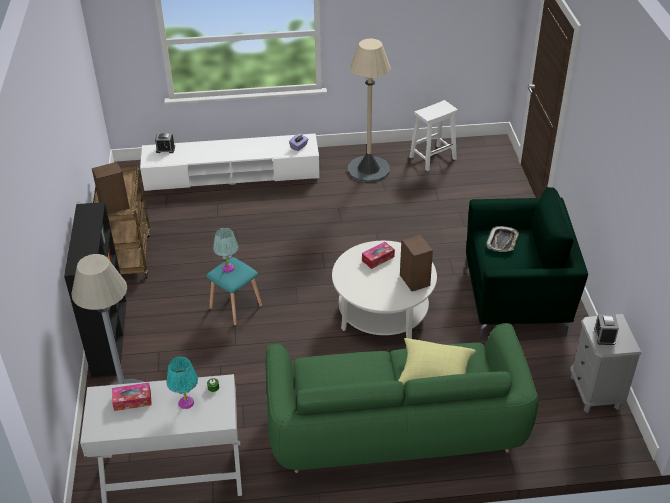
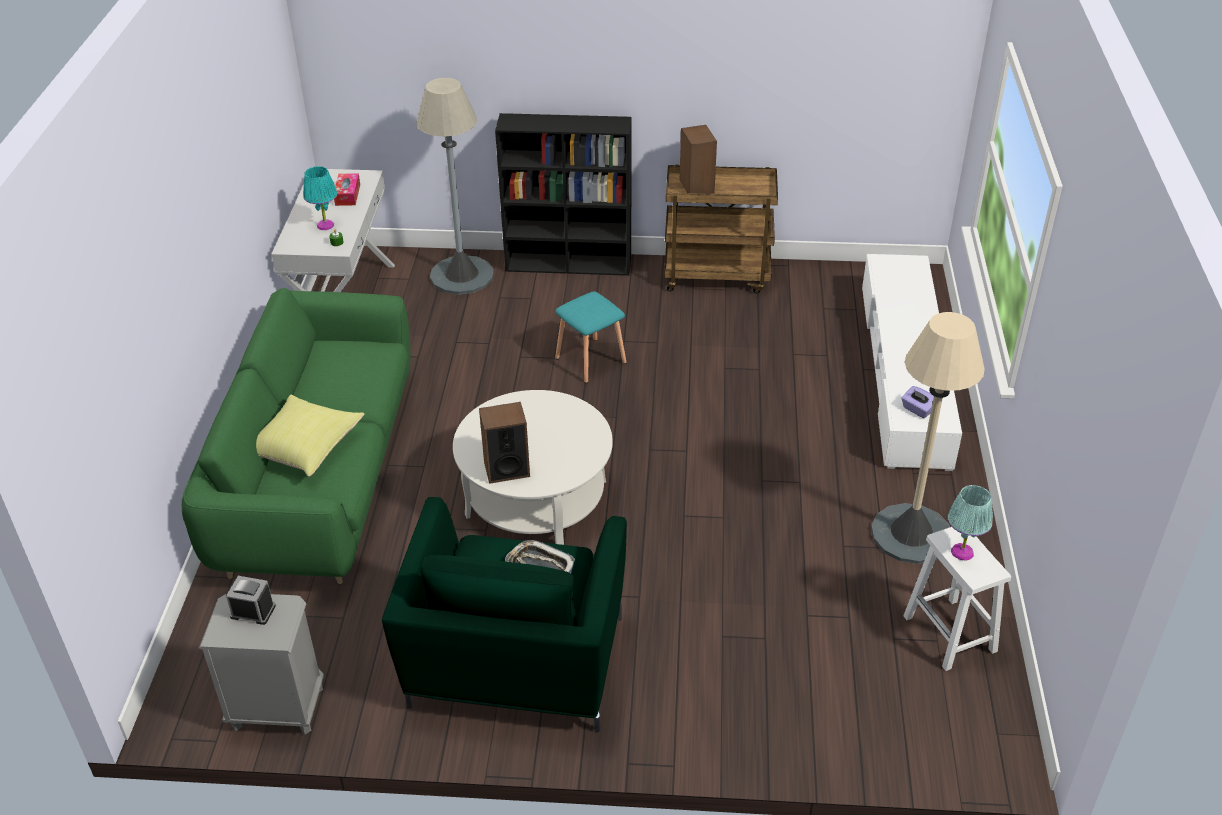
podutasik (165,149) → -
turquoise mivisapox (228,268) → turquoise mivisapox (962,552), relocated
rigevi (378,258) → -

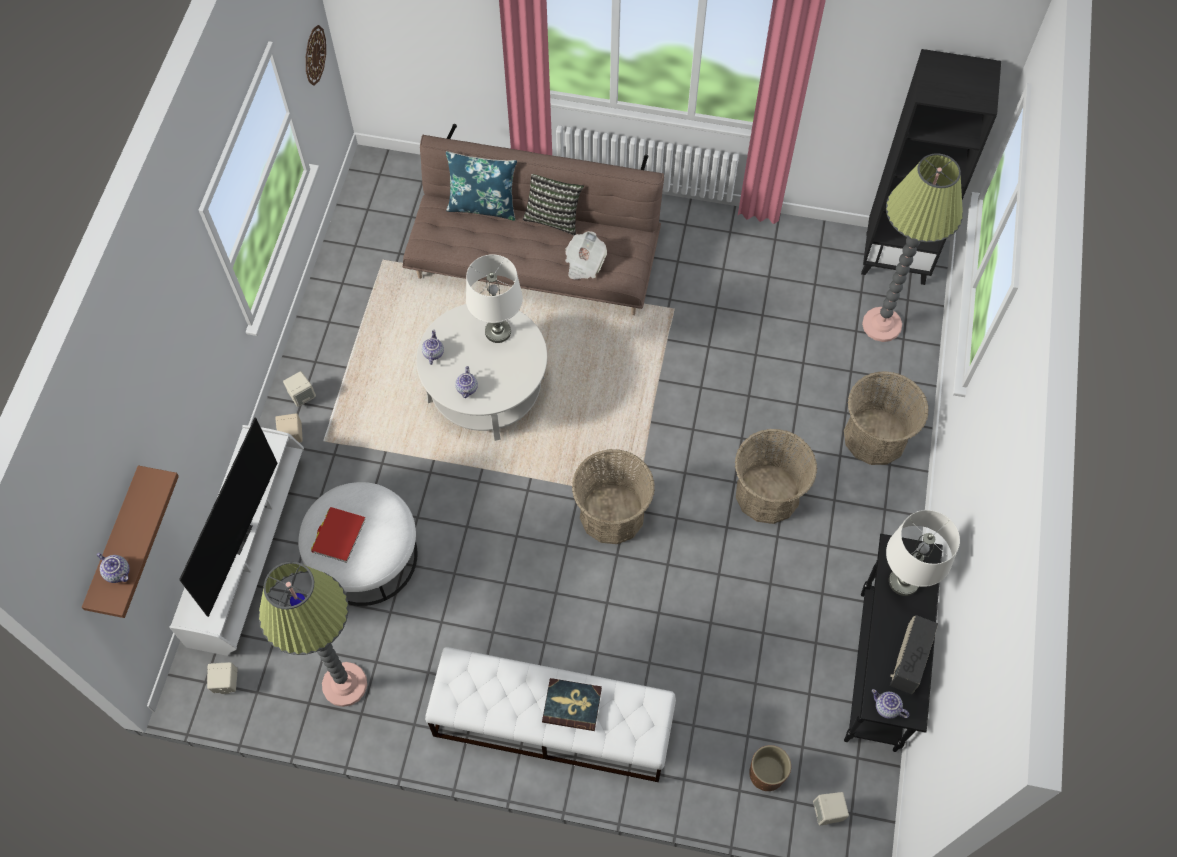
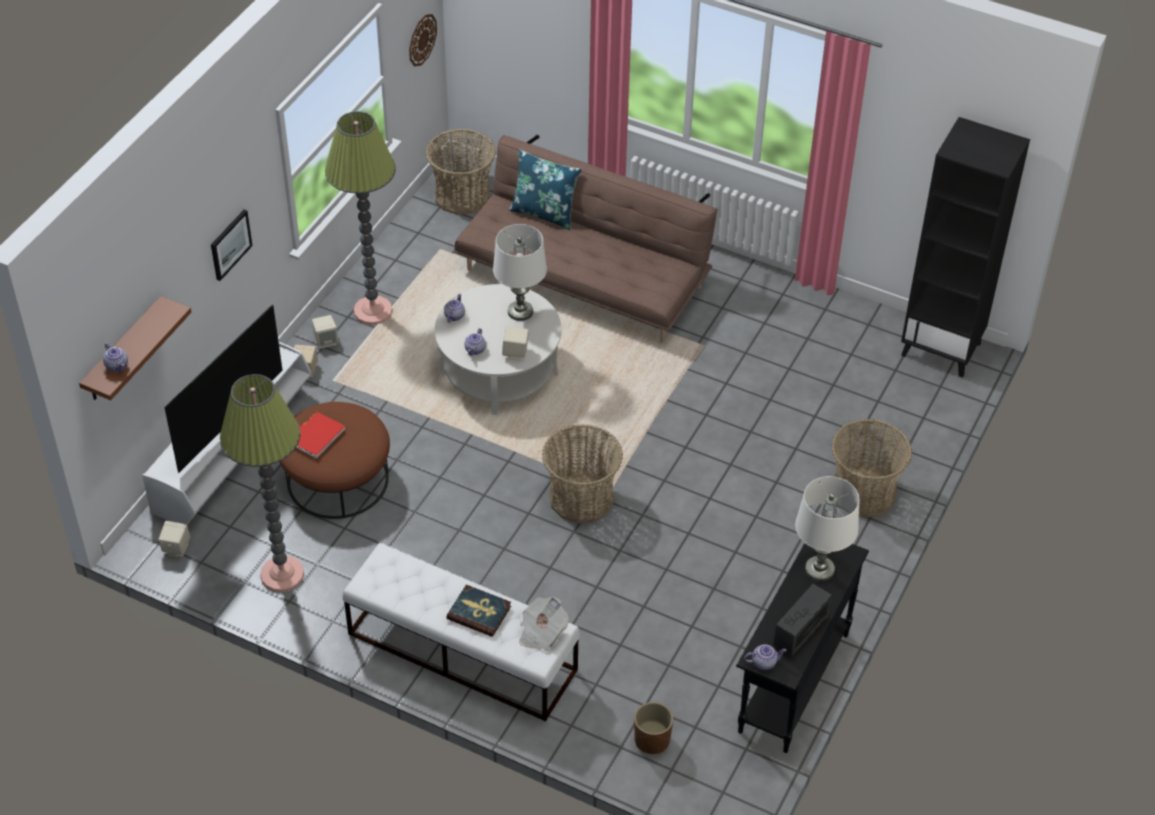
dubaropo (882,325) → dubaropo (373,311), relocated
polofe (553,217) → -
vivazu (584,263) → vivazu (541,632), relocated
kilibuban (767,494) → kilibuban (462,196), relocated
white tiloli (365,556) → brown tiloli (337,479)
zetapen (886,708) → zetapen (764,662), 120 degrees clockwise
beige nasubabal (828,812) → beige nasubabal (515,353), relocated
- → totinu (230,244)

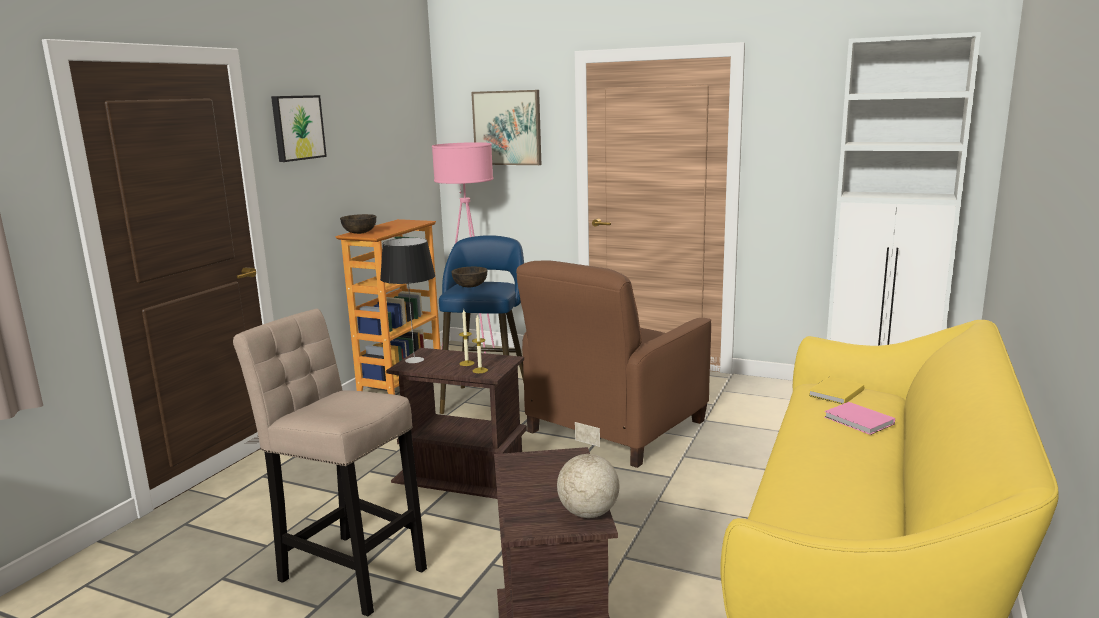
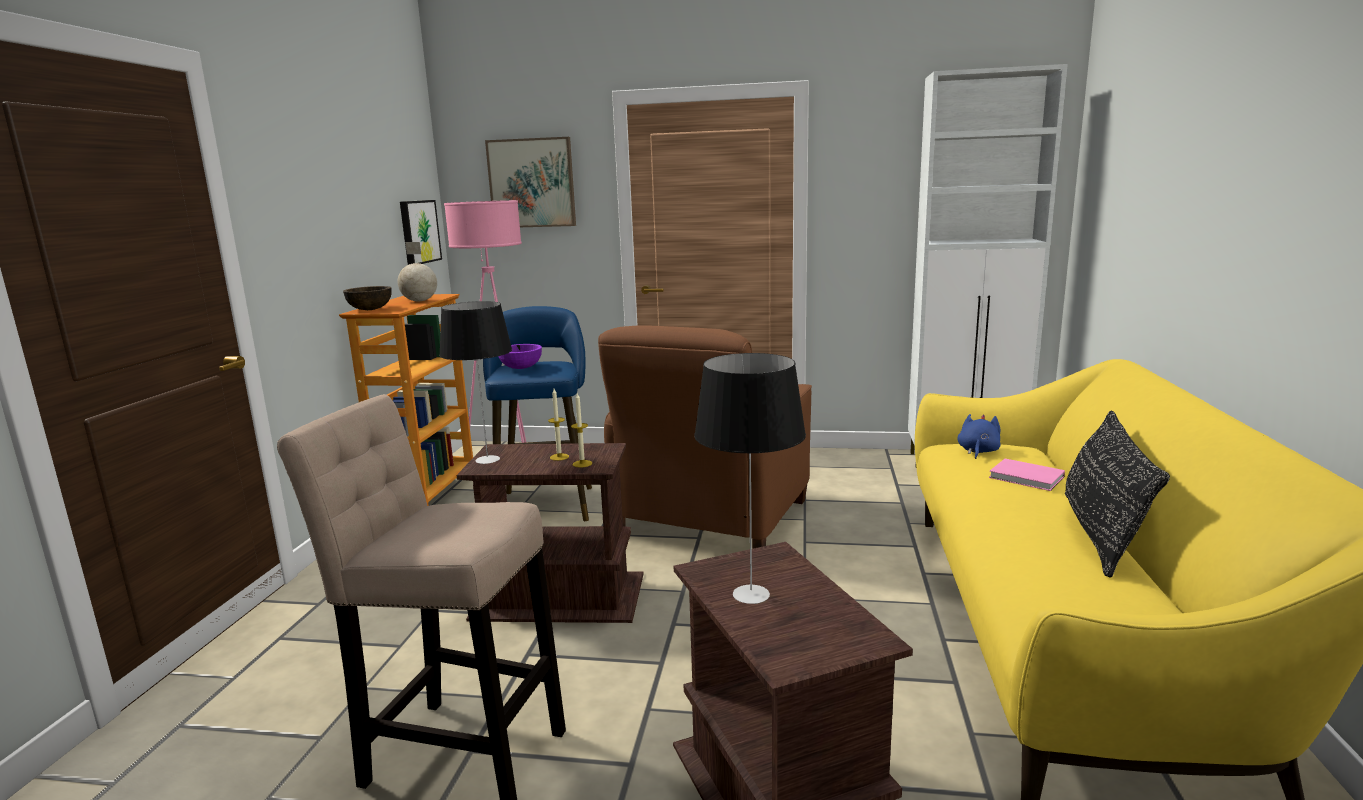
totinu (297,127) → totinu (418,232), relocated
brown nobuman (470,286) → purple nobuman (521,368)
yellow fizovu (834,393) → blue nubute (977,451)
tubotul (588,514) → tubotul (420,301), relocated
- → mivisapox (752,594)
- → black polofe (1101,533)

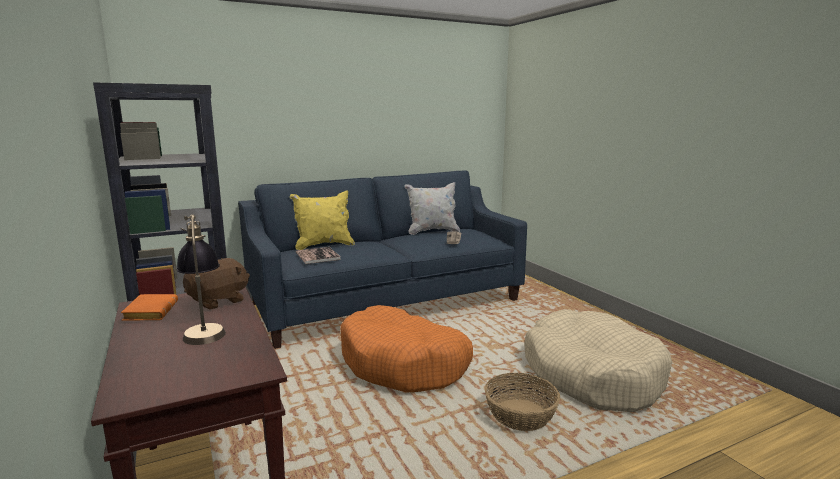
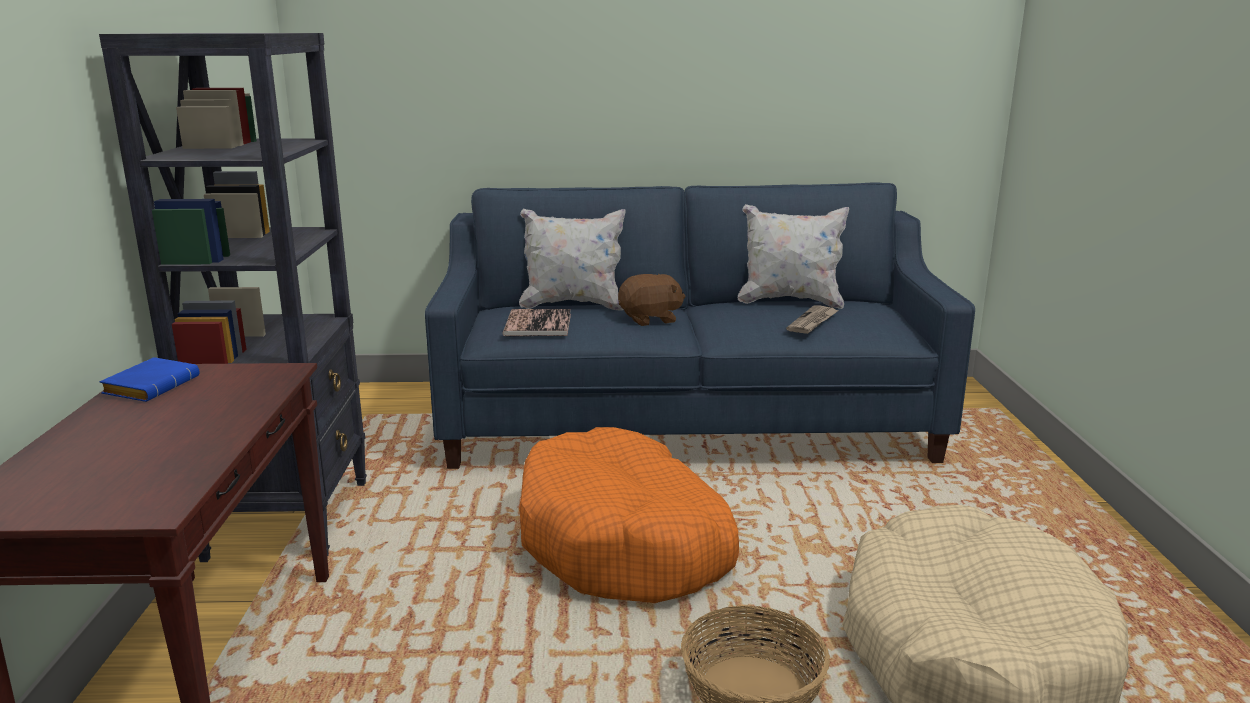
yellow polofe (323,245) → white polofe (573,305)
mivisapox (204,329) → -
brown nubute (218,301) → brown nubute (650,319), relocated
orange fizovu (150,312) → blue fizovu (152,386)

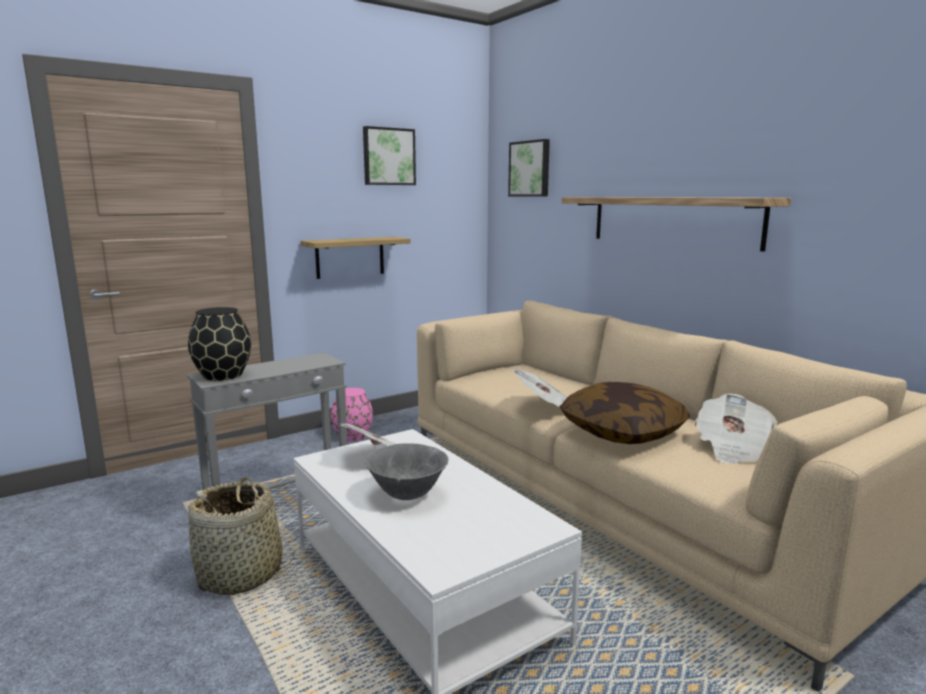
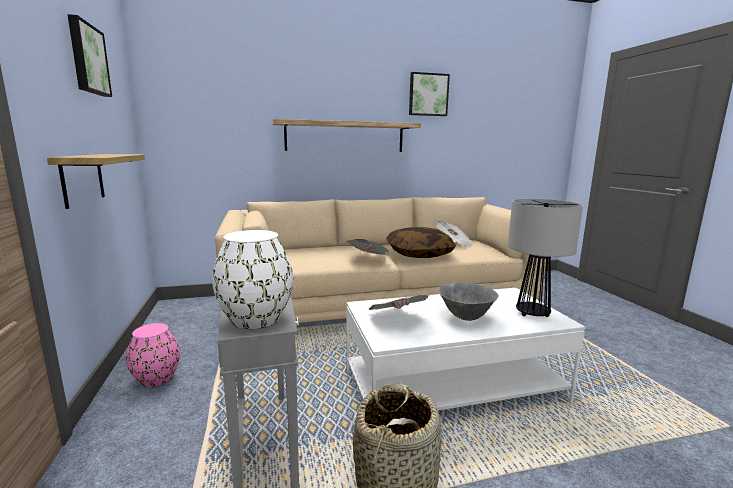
totinu (530,169) → totinu (428,95), relocated
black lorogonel (222,375) → white lorogonel (257,319)
- → mivisapox (532,313)

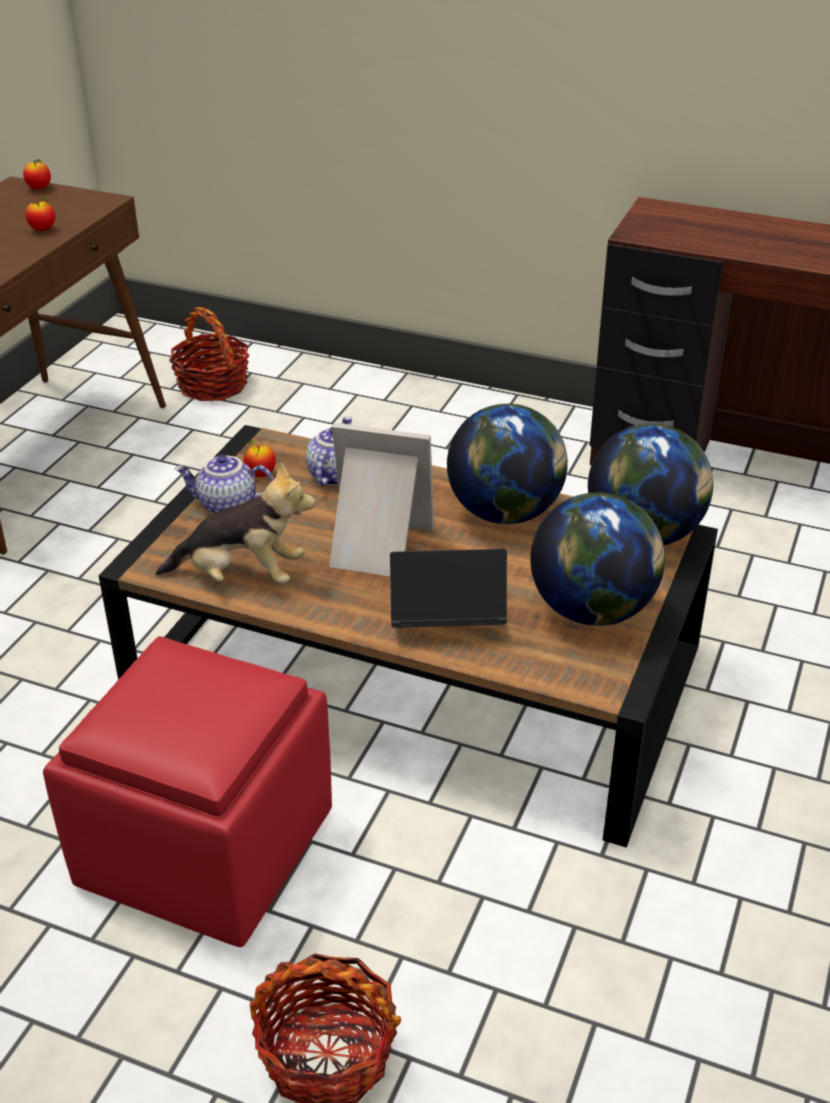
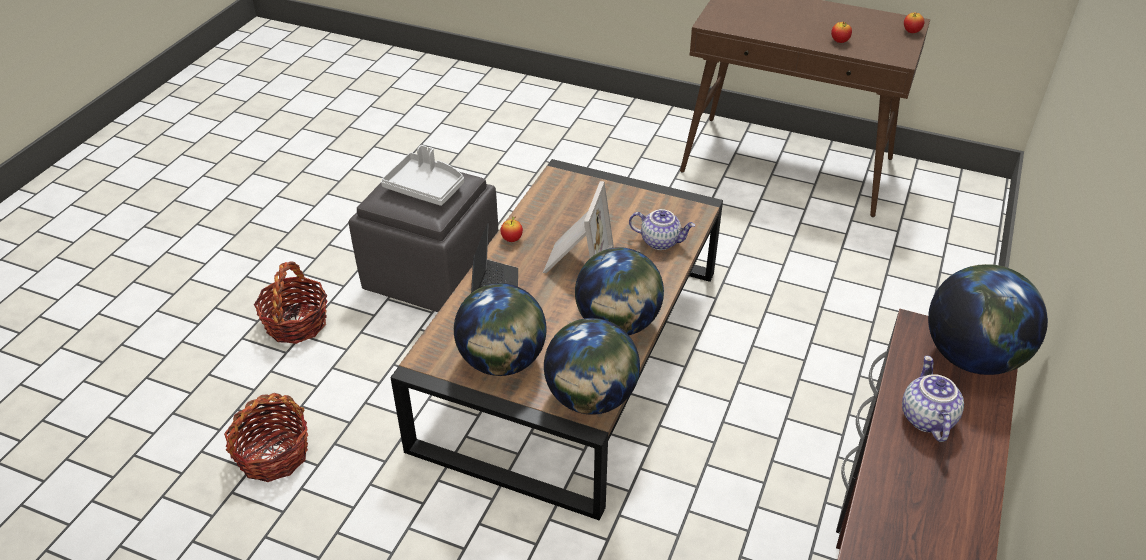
kilibuban (213,385) → kilibuban (273,455), relocated
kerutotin (260,474) → kerutotin (512,239), relocated
zetapen (226,506) → zetapen (925,418), relocated
nubute (241,576) → -
red tiloli (205,847) → grey tiloli (433,273)
- → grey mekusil (426,187)
- → tubotul (972,357)

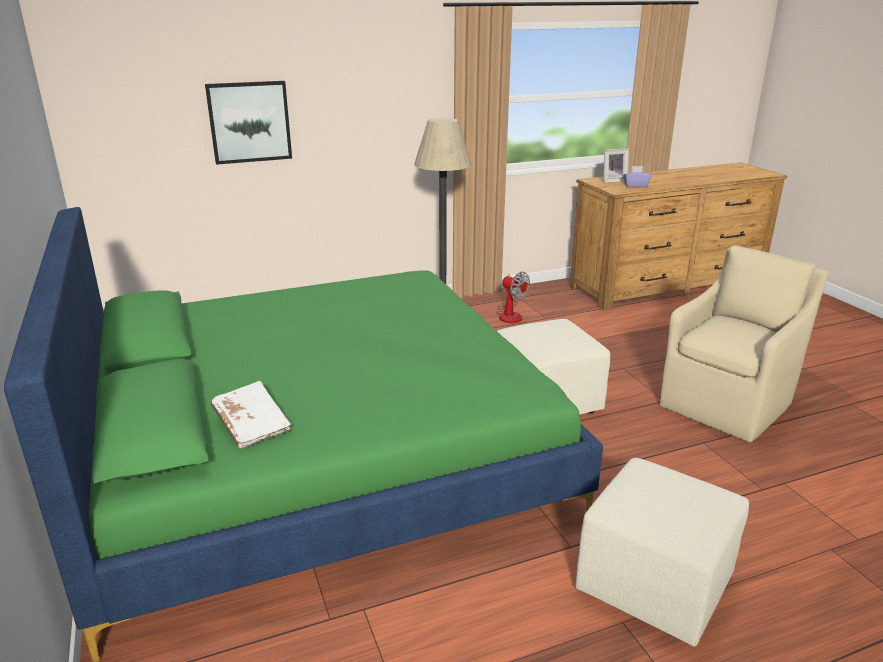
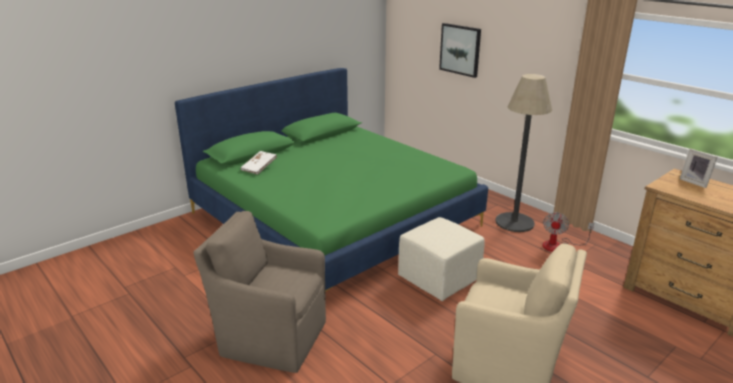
purple rigevi (635,185) → -
beige tiloli (652,585) → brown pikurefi (271,337)

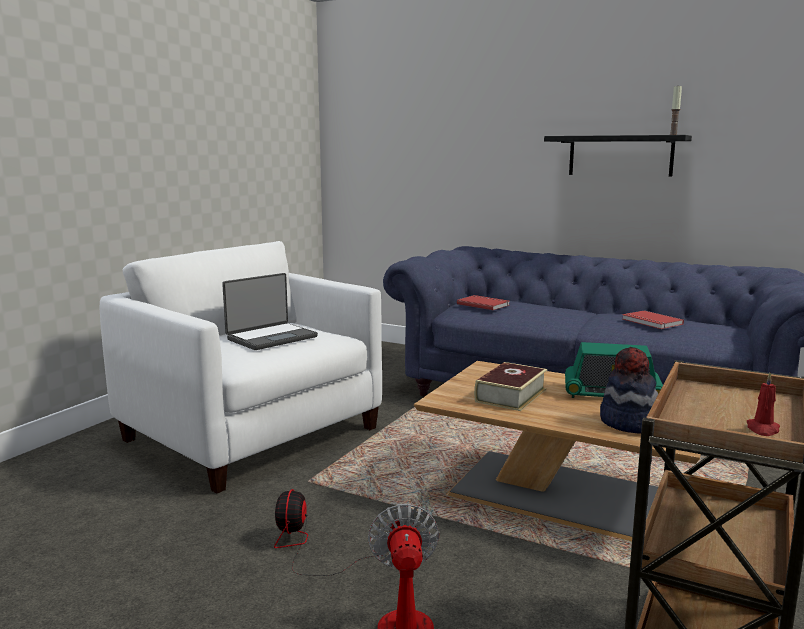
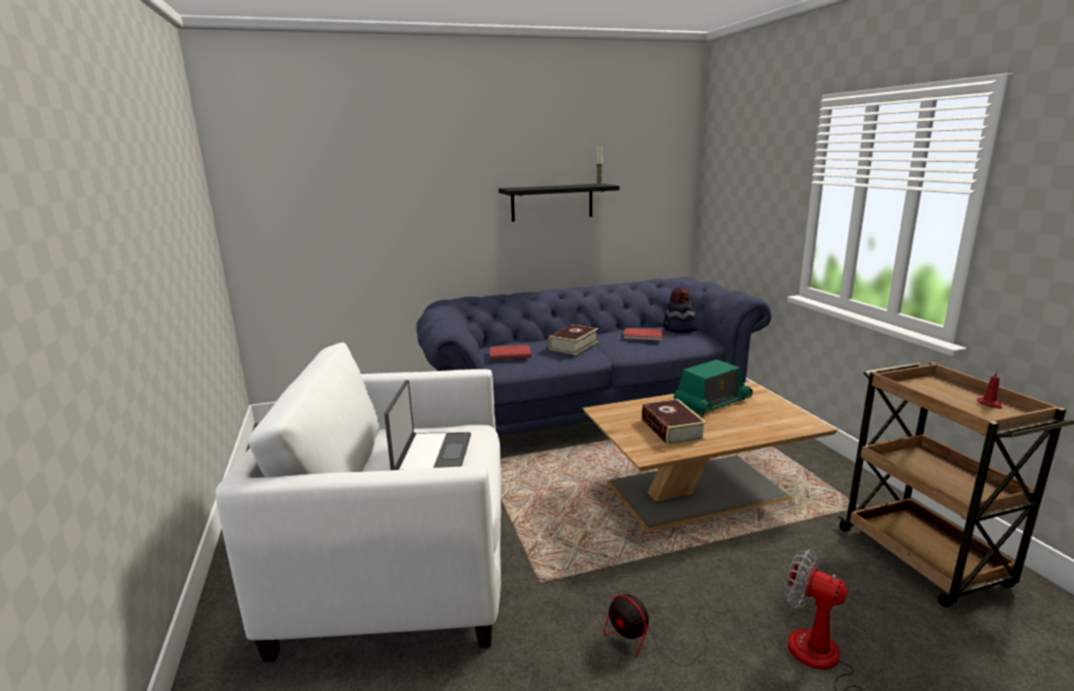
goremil (628,423) → goremil (679,329), relocated
- → fizovu (573,345)

